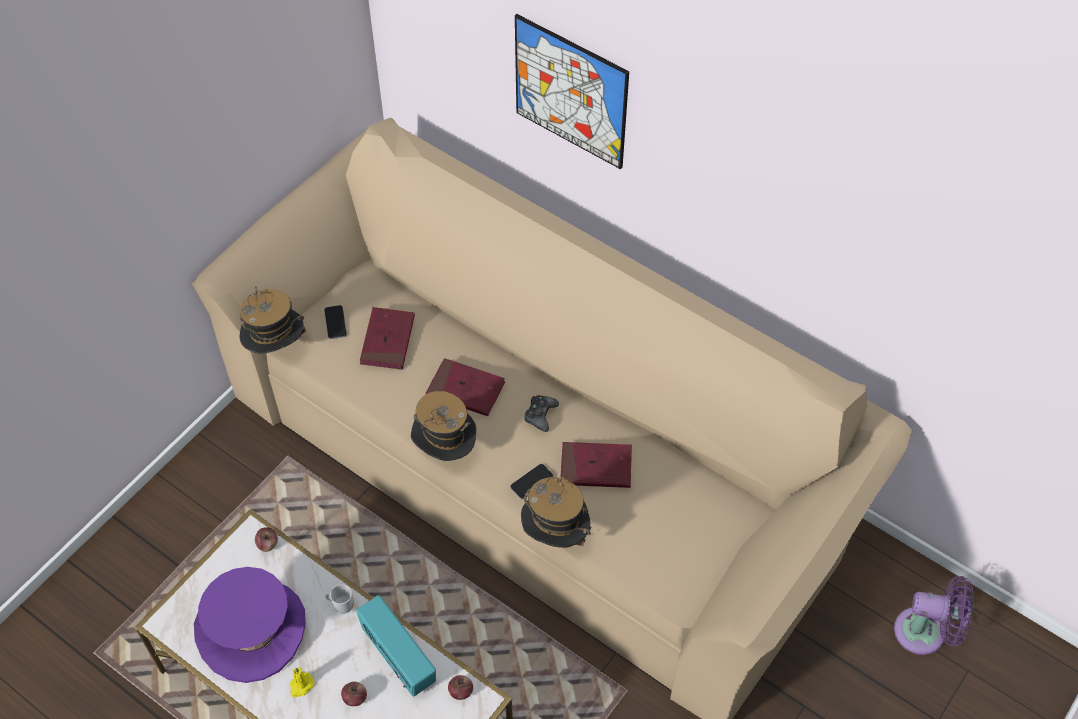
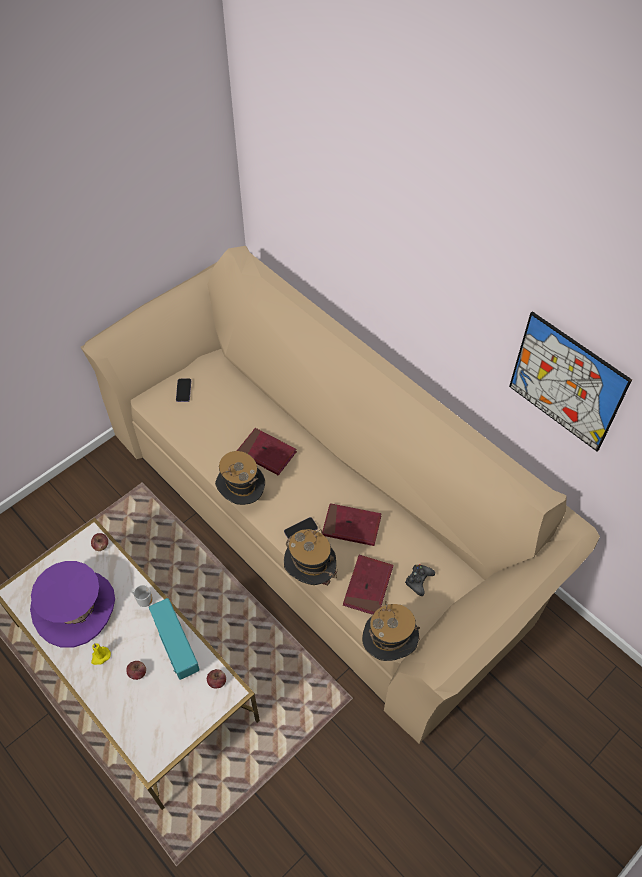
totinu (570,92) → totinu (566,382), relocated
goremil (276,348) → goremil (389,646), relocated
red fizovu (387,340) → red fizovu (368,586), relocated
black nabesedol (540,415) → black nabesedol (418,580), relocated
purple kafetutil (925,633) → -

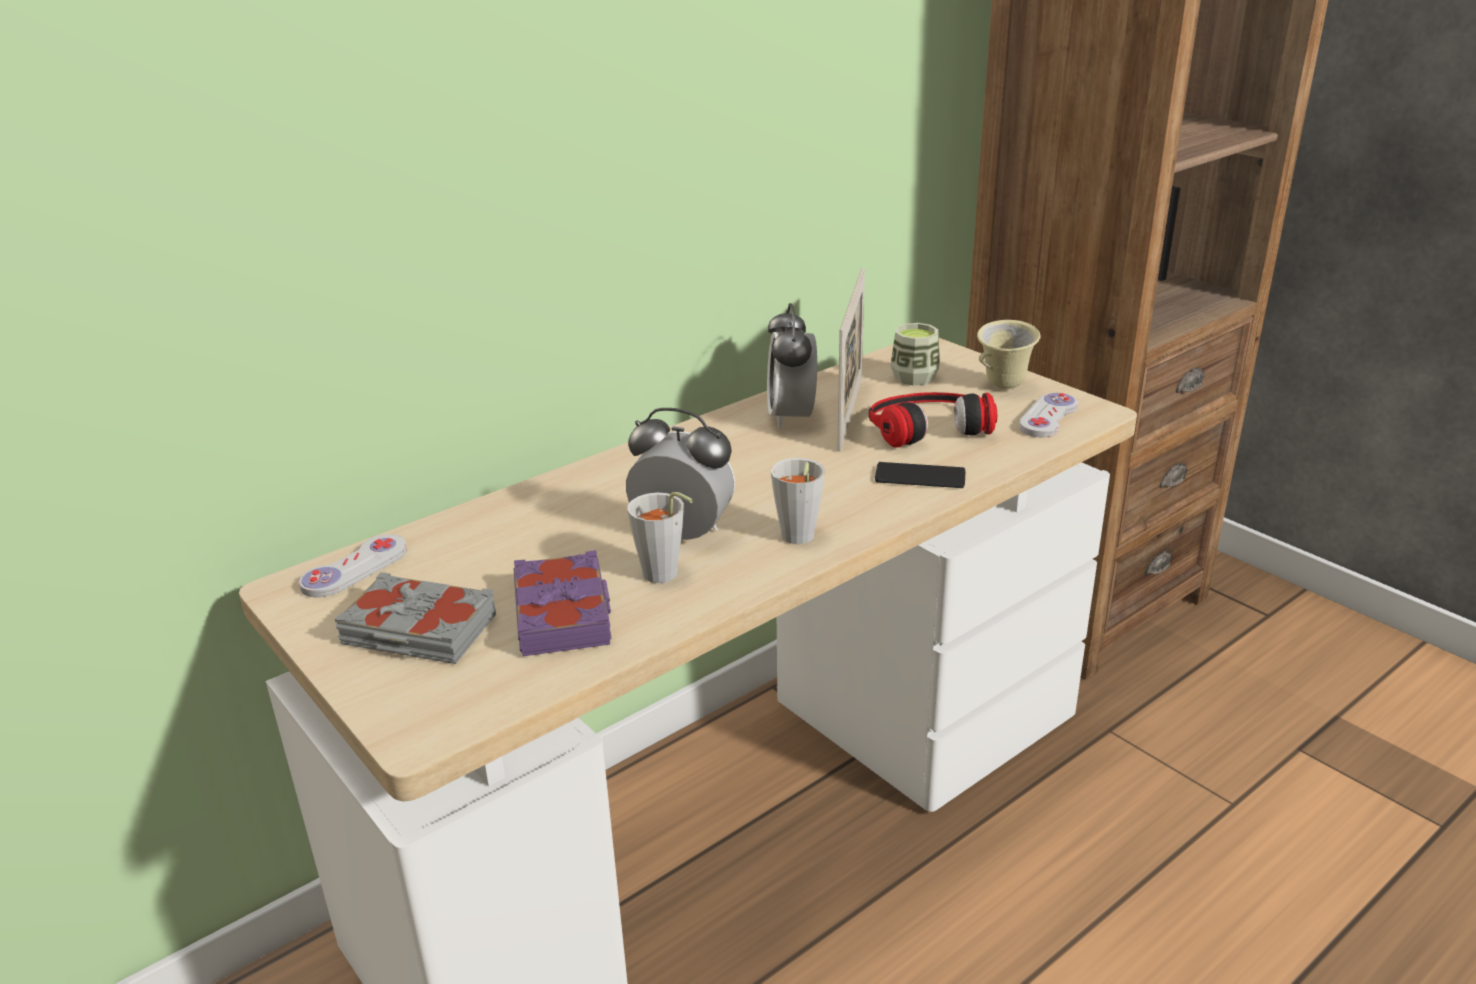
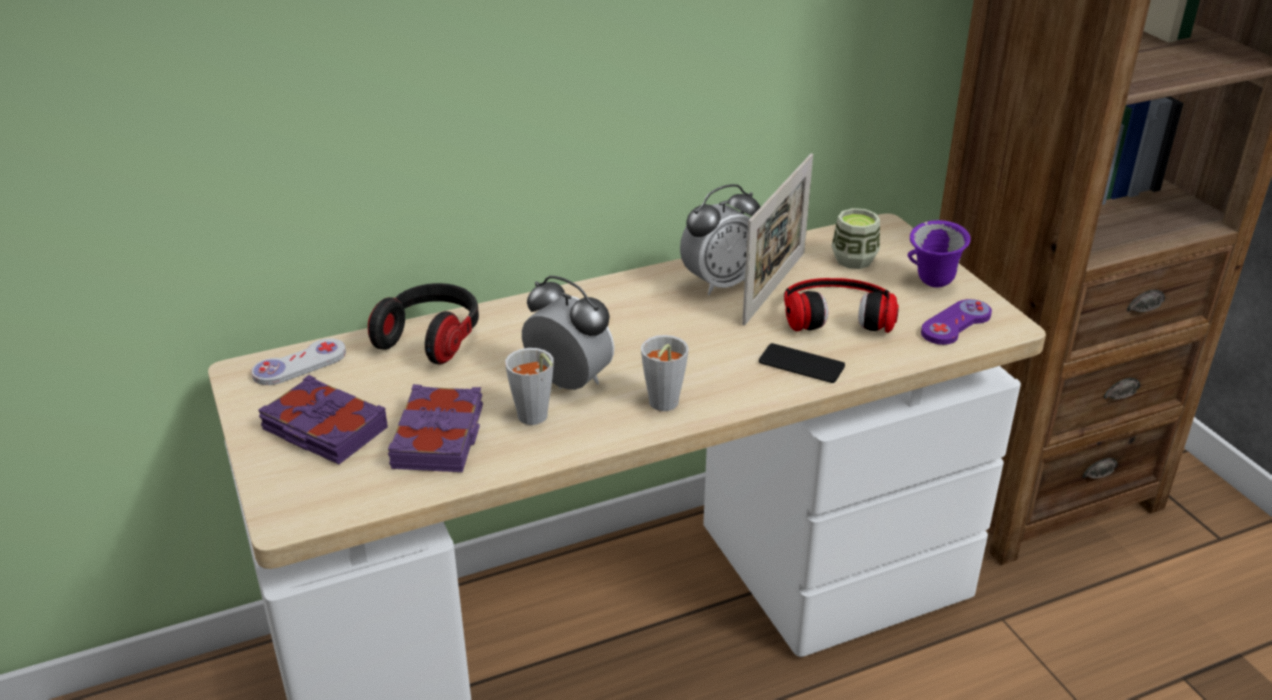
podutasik (791,417) → podutasik (719,283), 135 degrees counterclockwise
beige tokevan (1003,387) → purple tokevan (932,284)
white nabesedol (1048,417) → purple nabesedol (955,324)
grey fizovu (418,631) → purple fizovu (324,430)
- → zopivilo (431,339)

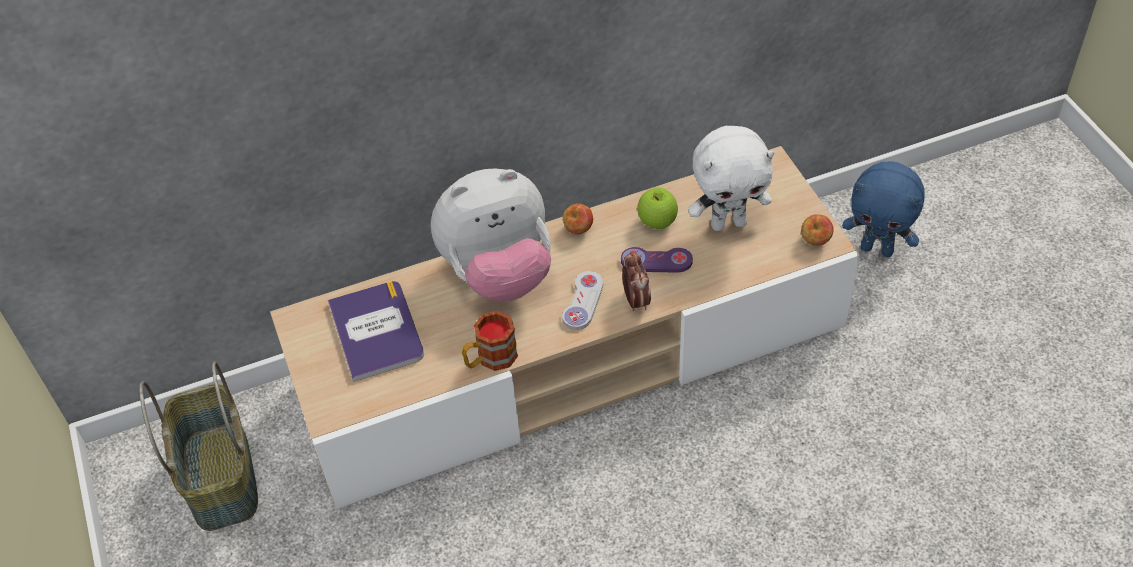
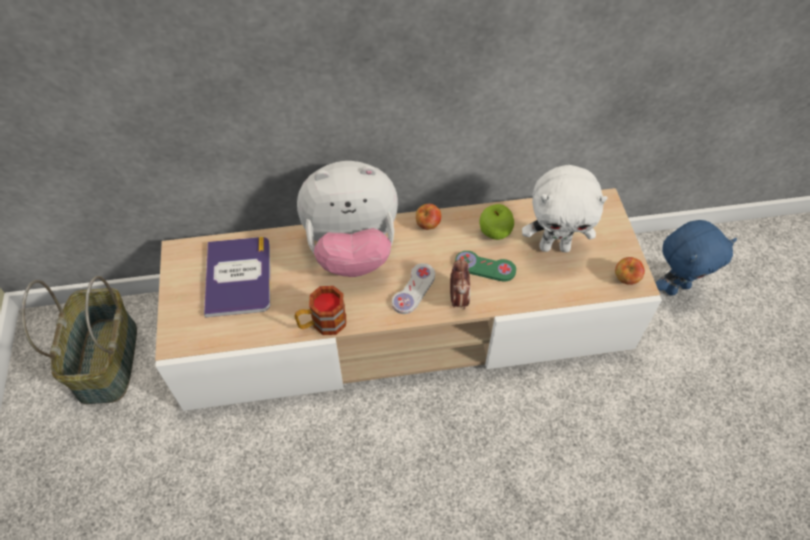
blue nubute (877,249) → blue nubute (676,287), 60 degrees counterclockwise
purple nabesedol (656,261) → green nabesedol (485,267)

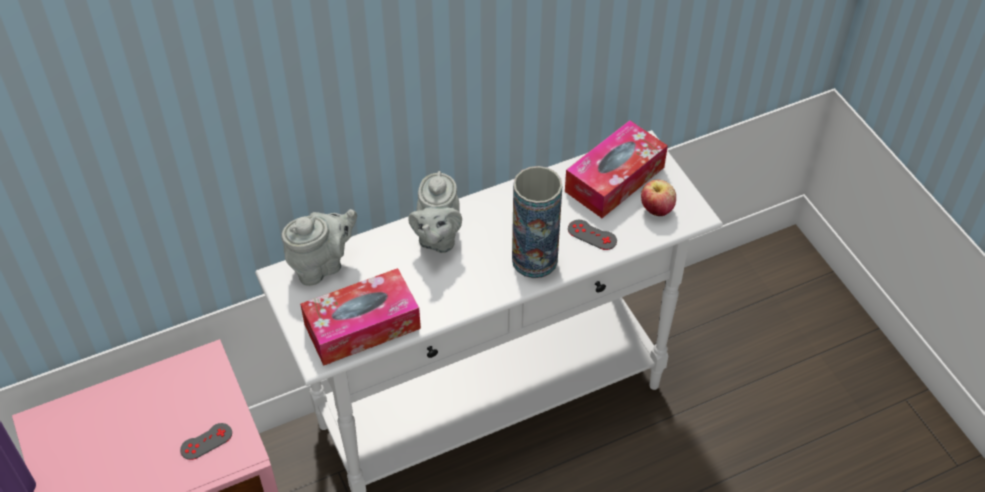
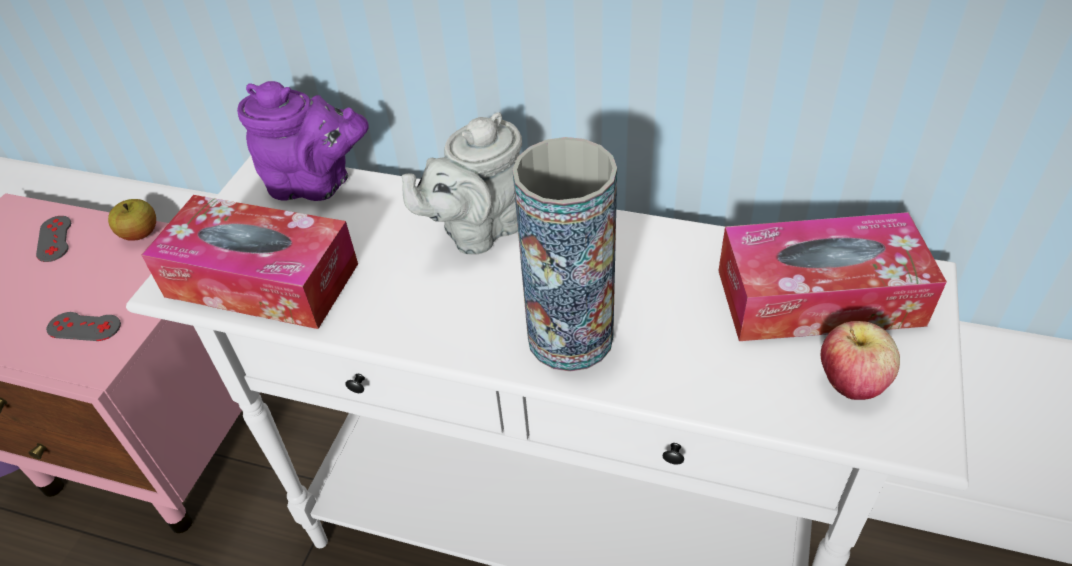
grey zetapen (322,265) → purple zetapen (316,185)
grey nabesedol (592,235) → grey nabesedol (54,239), relocated
- → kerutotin (140,234)

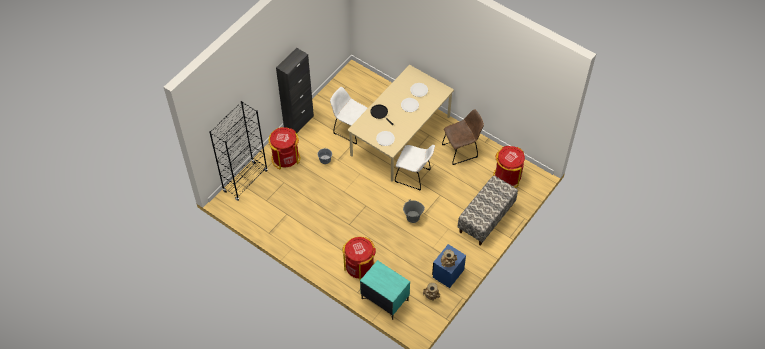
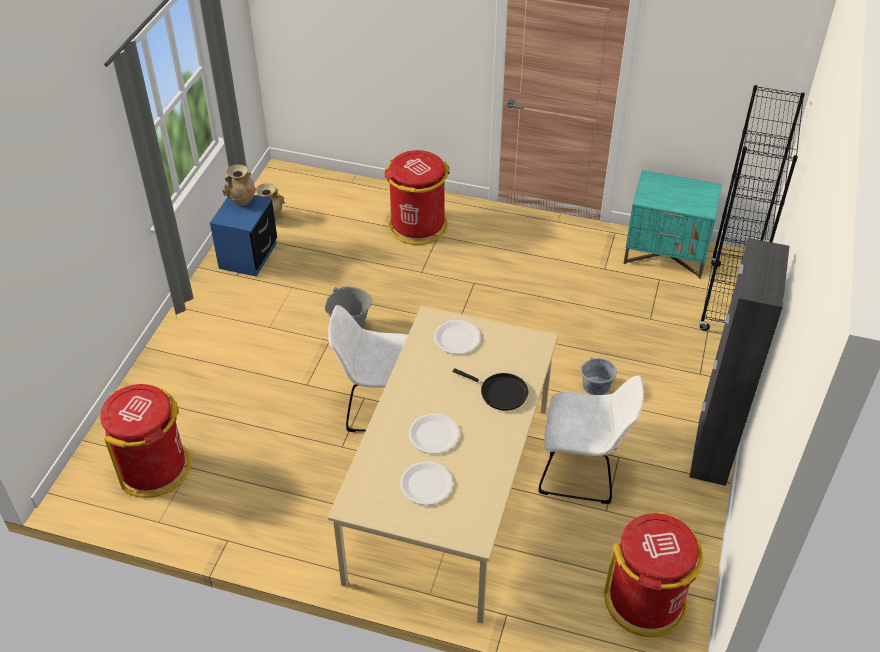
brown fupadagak (461,150) → -
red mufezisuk (285,158) → red mufezisuk (646,601), relocated
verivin (486,219) → -
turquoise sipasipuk (384,299) → turquoise sipasipuk (666,254), relocated

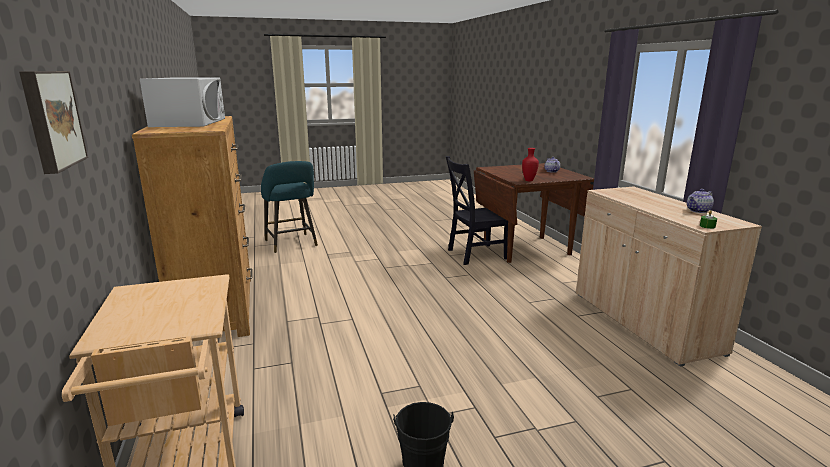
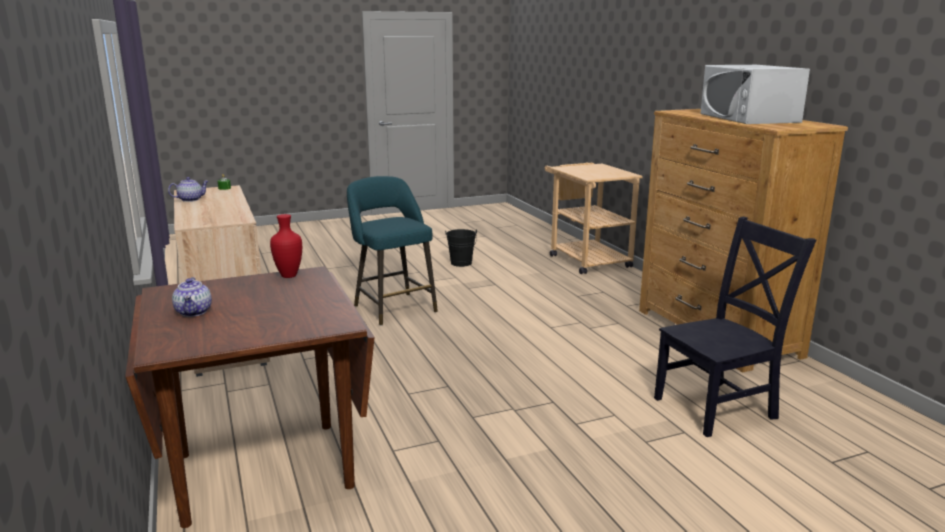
totinu (51,119) → -
black fupadagak (474,254) → black fupadagak (719,407), relocated
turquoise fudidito (292,244) → turquoise fudidito (393,307), relocated

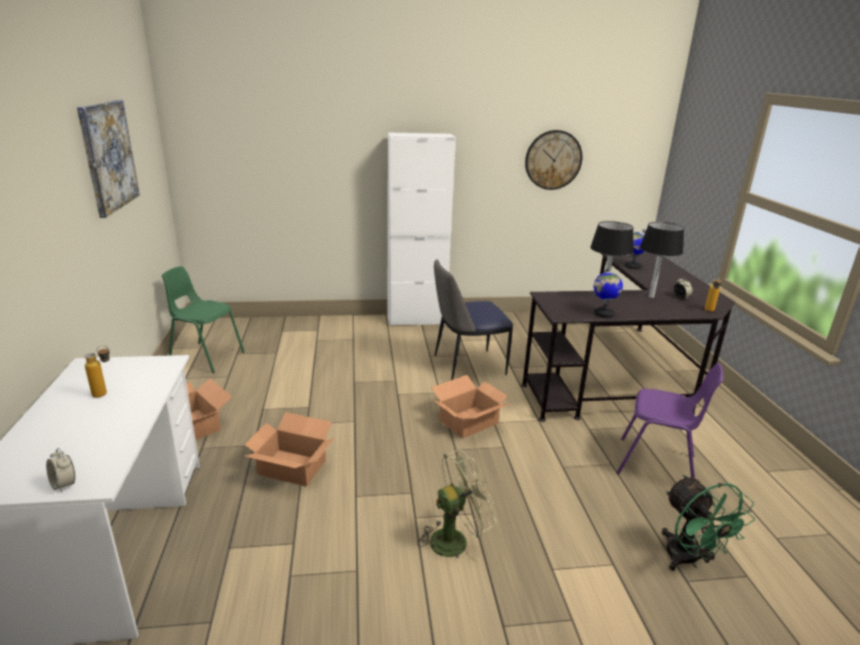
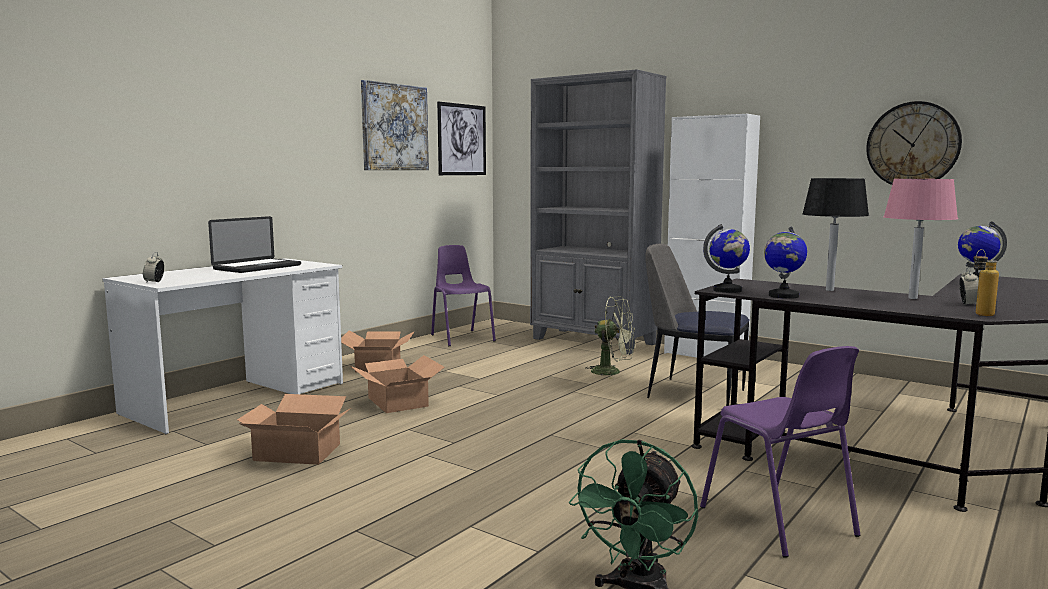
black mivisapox (651,297) → pink mivisapox (913,298)
green fupadagak (206,357) → purple fupadagak (462,338)
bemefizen (105,394) → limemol (257,267)
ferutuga (469,422) → ferutuga (297,453), relocated
green kafetutil (455,539) → green kafetutil (612,372), relocated
- → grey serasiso (594,341)
- → totinu (462,139)
- → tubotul (727,290)

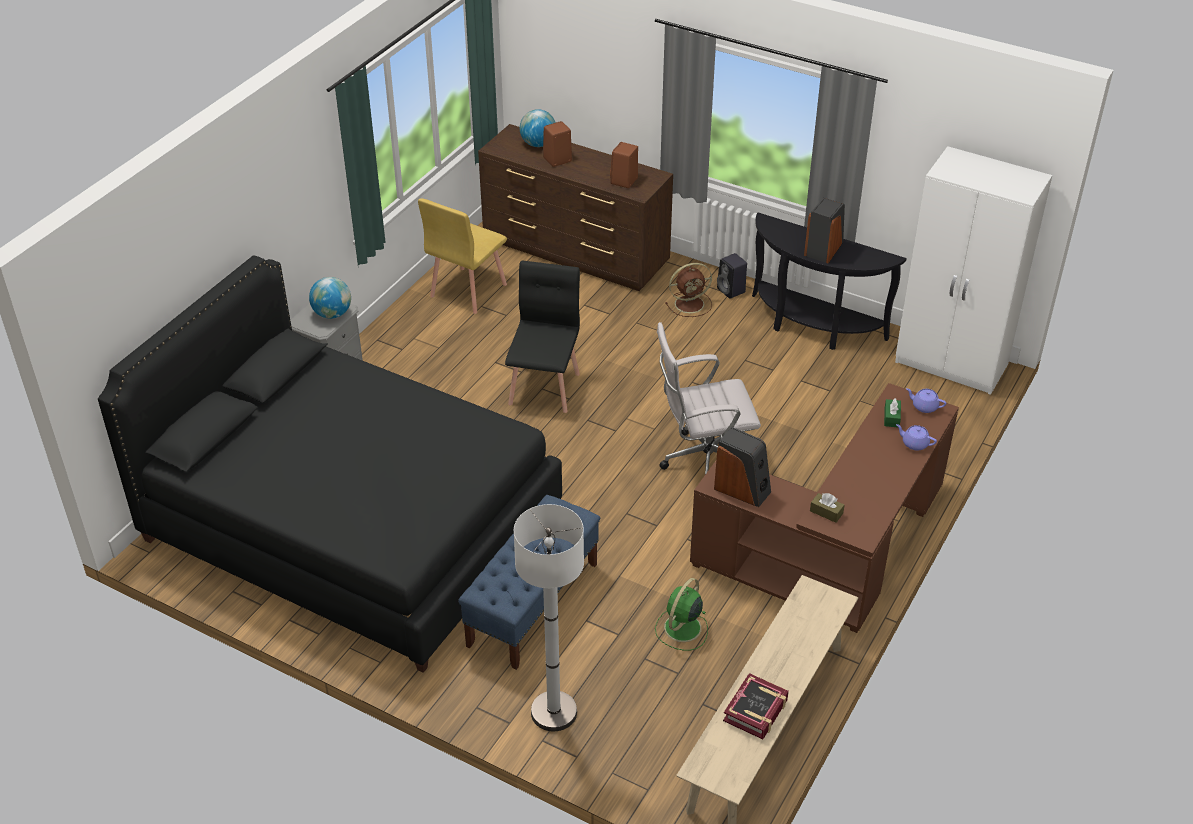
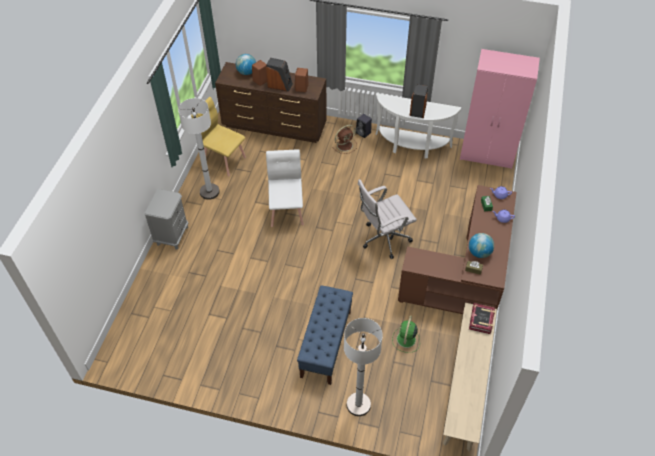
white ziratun (952,364) → pink ziratun (487,155)
yellow fupadagak (467,290) → yellow fupadagak (224,160), 105 degrees clockwise
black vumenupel (812,327) → white vumenupel (411,146)
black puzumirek (352,525) → -
black fupadagak (545,388) → white fupadagak (287,212)
tubotul (332,314) → tubotul (479,252), relocated
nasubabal (742,489) → nasubabal (280,85), relocated
fizovu (756,711) → fizovu (481,320), relocated
- → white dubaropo (209,192)

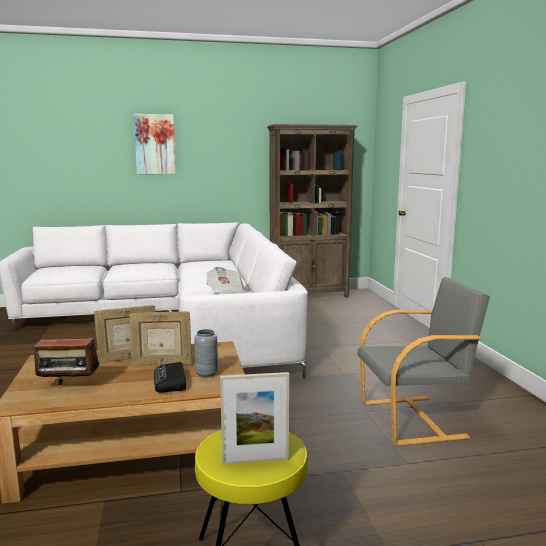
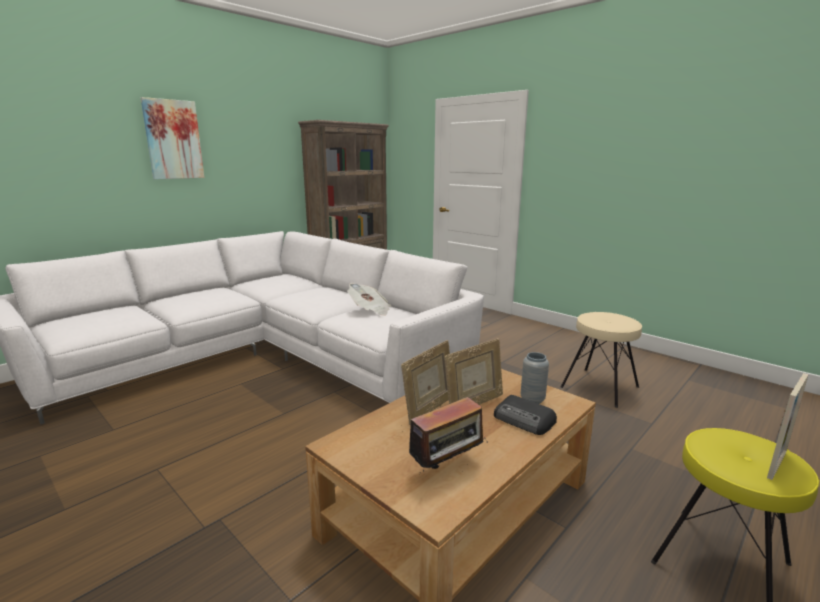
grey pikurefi (414,419) → beige fudidito (600,387)

